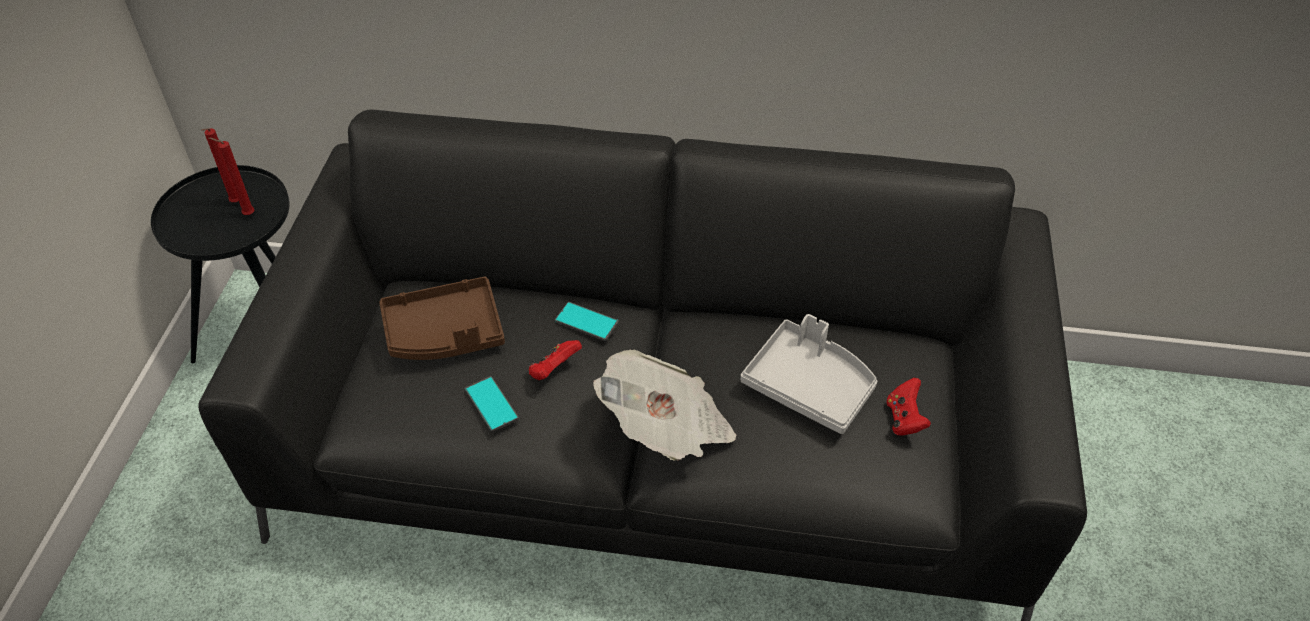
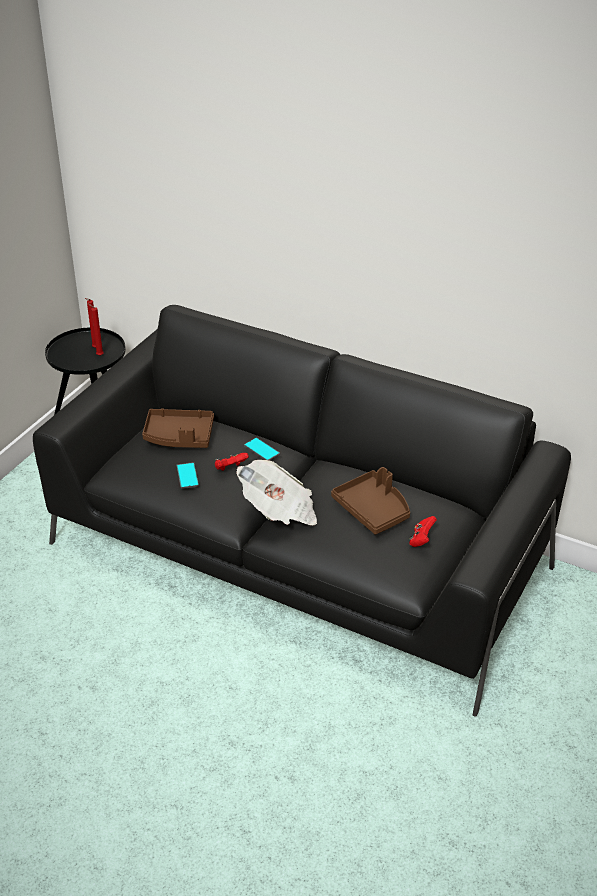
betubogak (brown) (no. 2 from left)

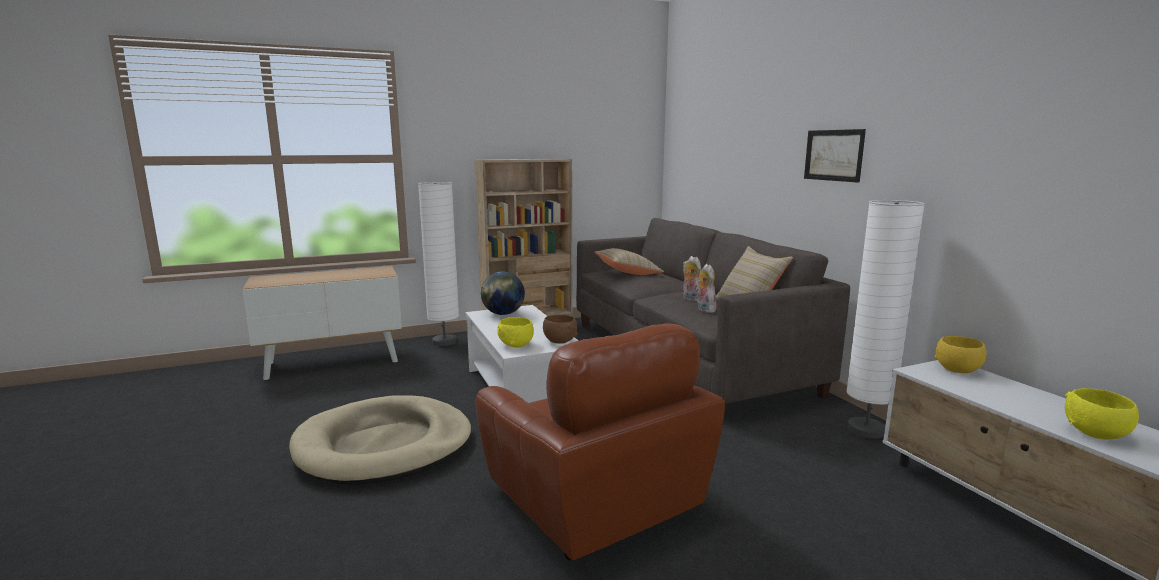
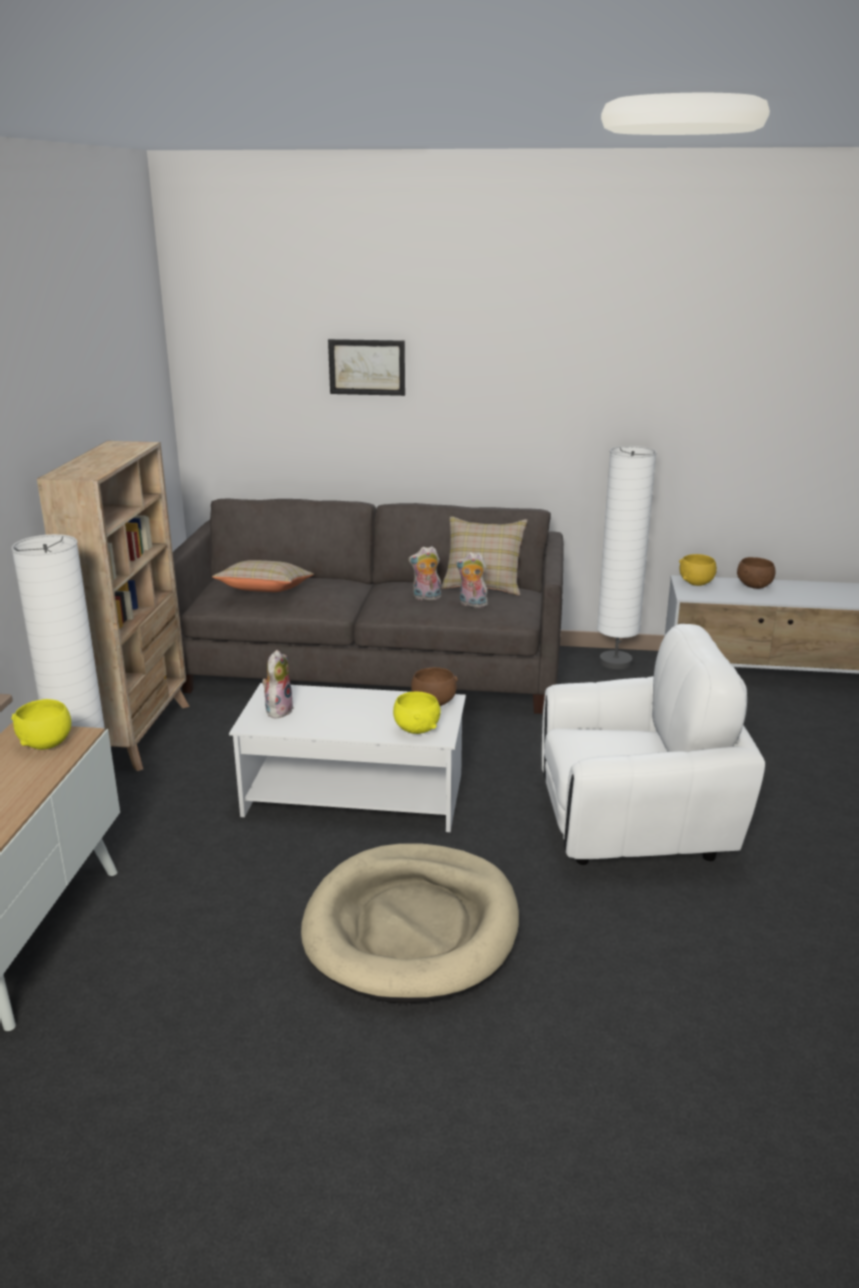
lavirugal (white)
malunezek (no. 1 from left)
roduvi
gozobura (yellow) (no. 1 from left)
gozobura (brown) (no. 2 from left)

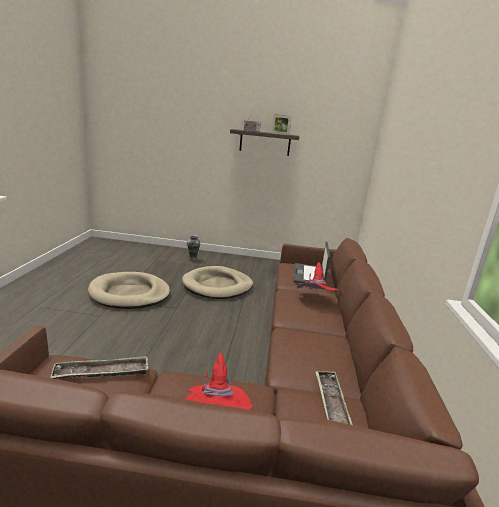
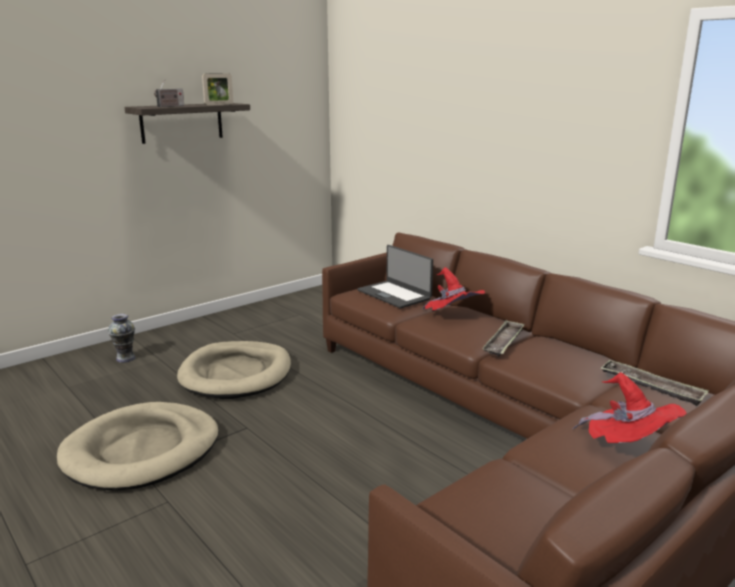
betubogak (no. 1 from left)

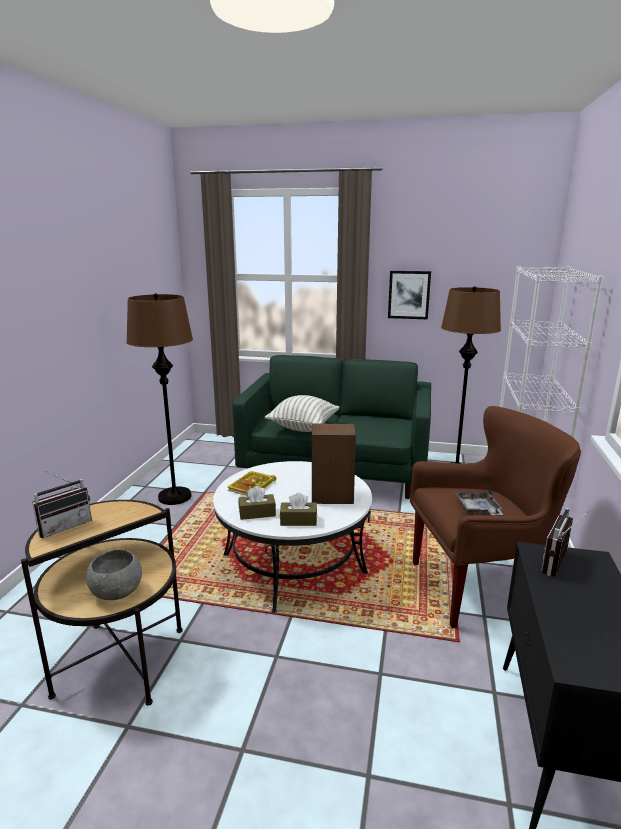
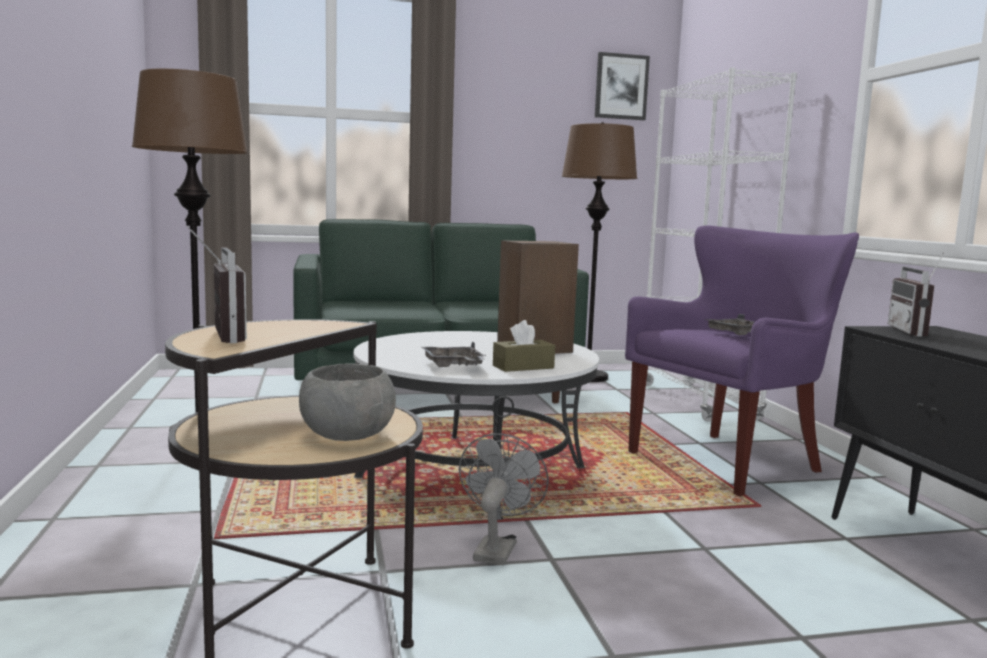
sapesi (no. 1 from left)
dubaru
betubogak (grey) (no. 1 from left)
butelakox
roduvi
lavirugal (purple)
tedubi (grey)

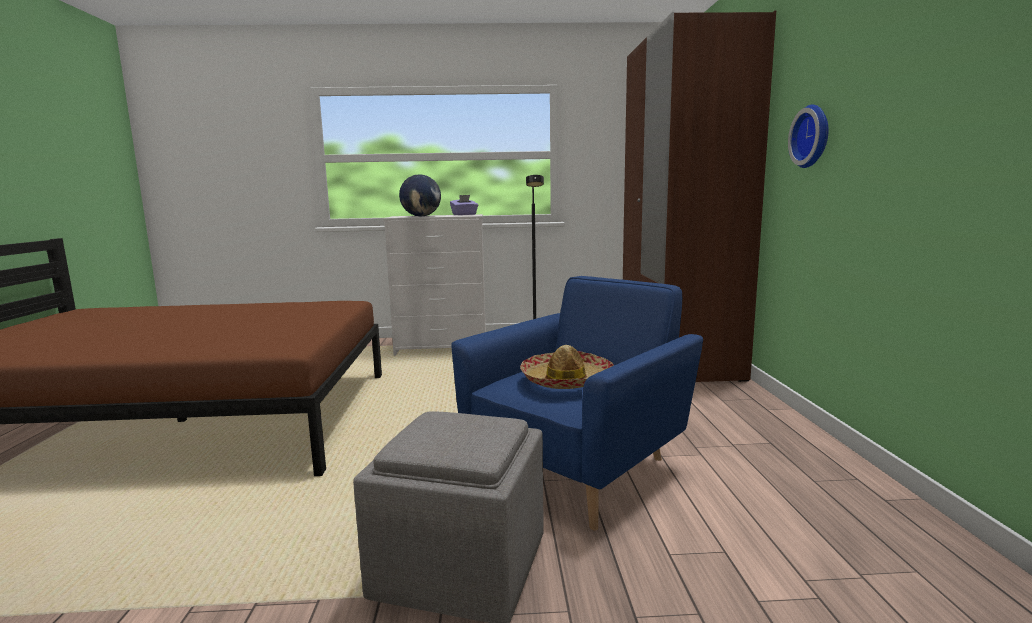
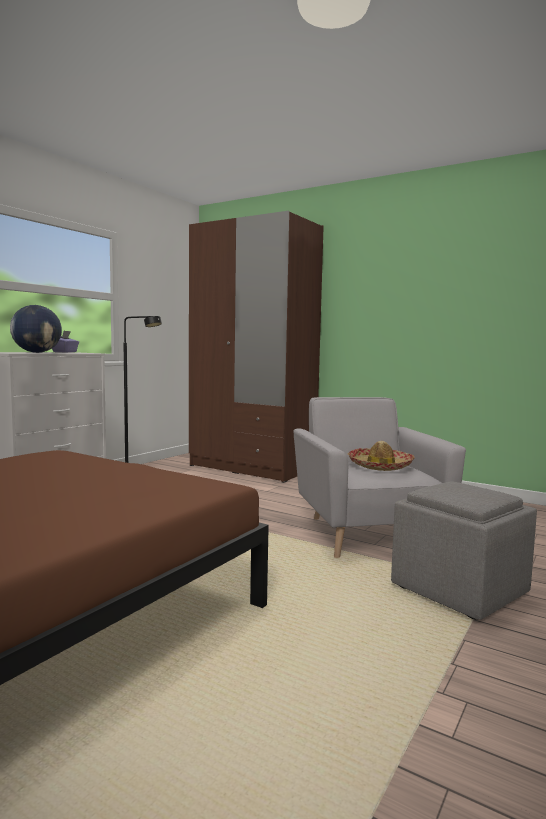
lavirugal (grey)
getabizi

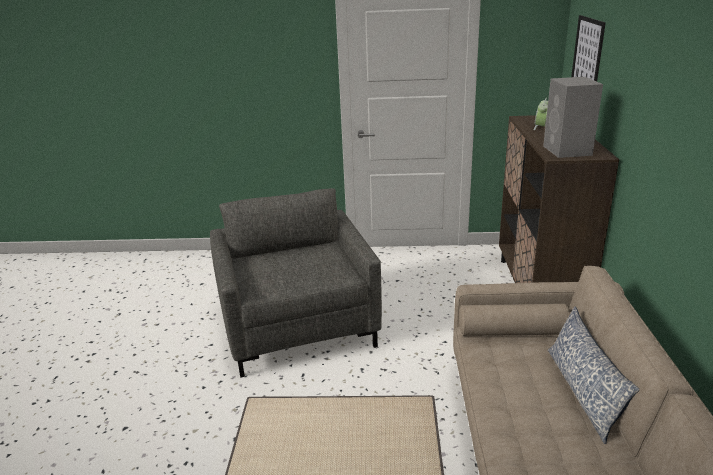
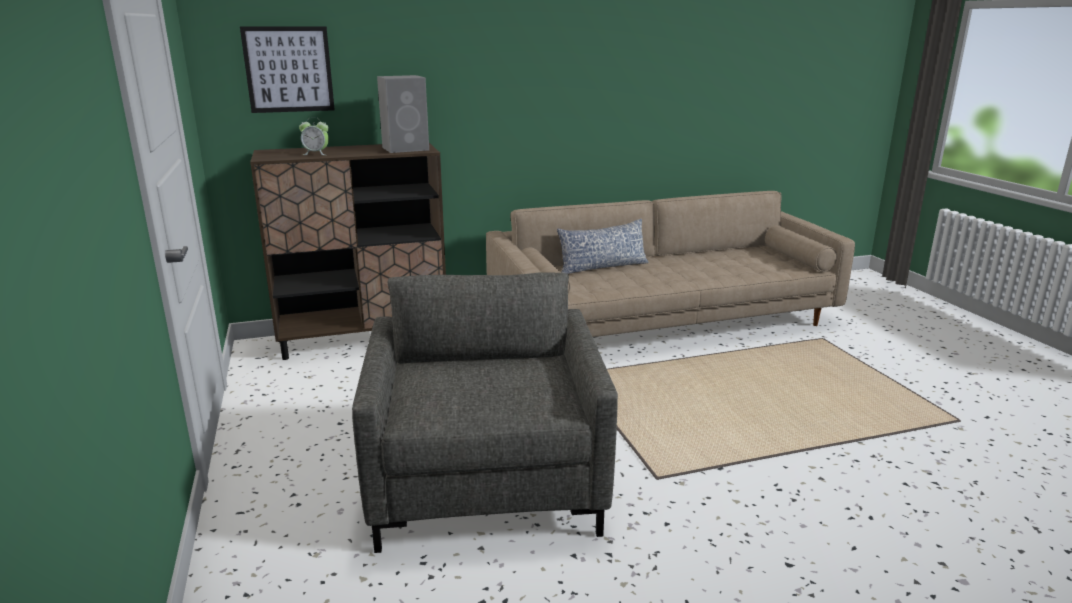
lavirugal (grey)

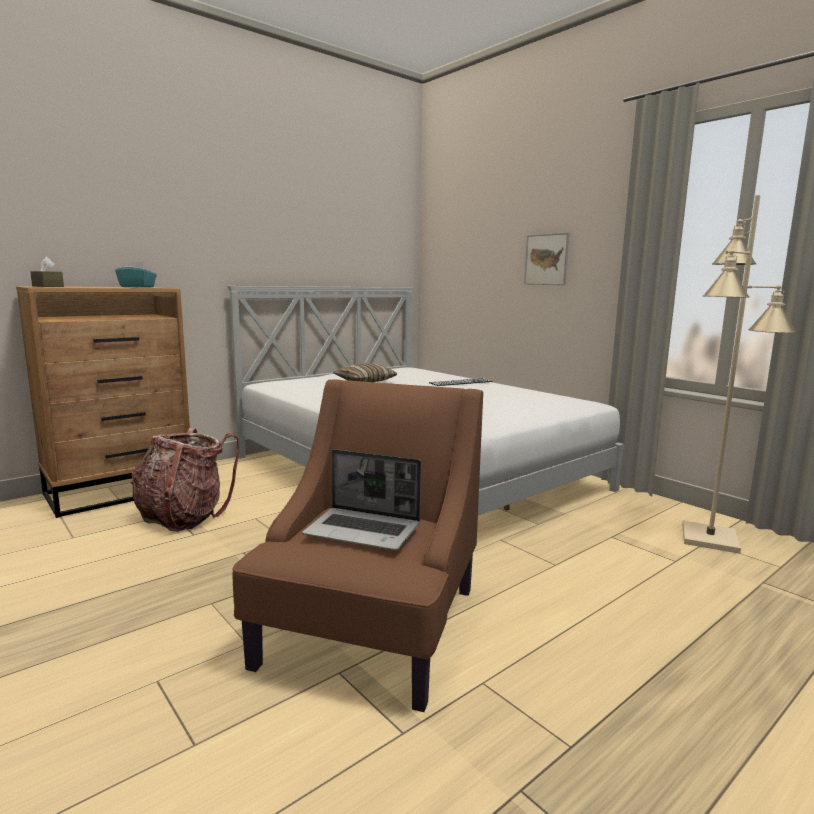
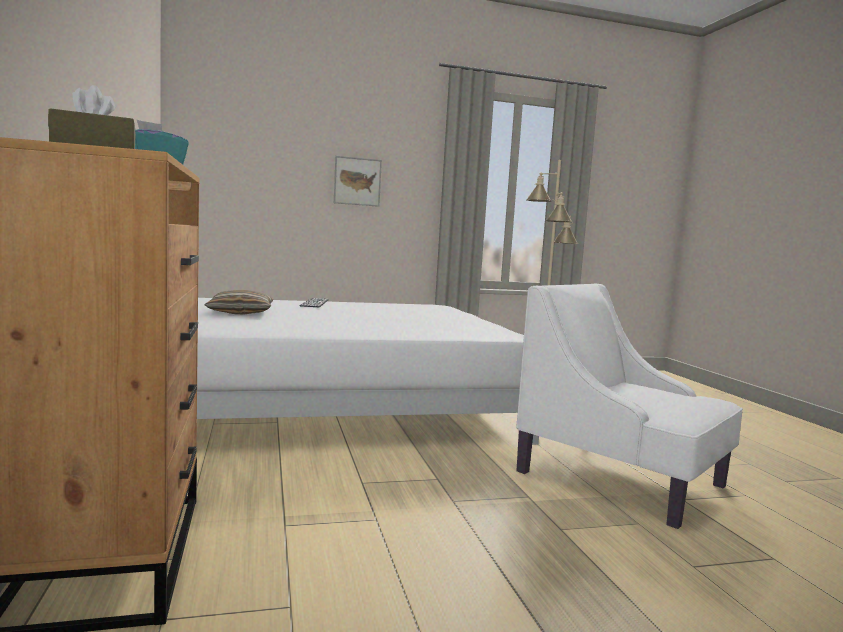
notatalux
lavirugal (white)
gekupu

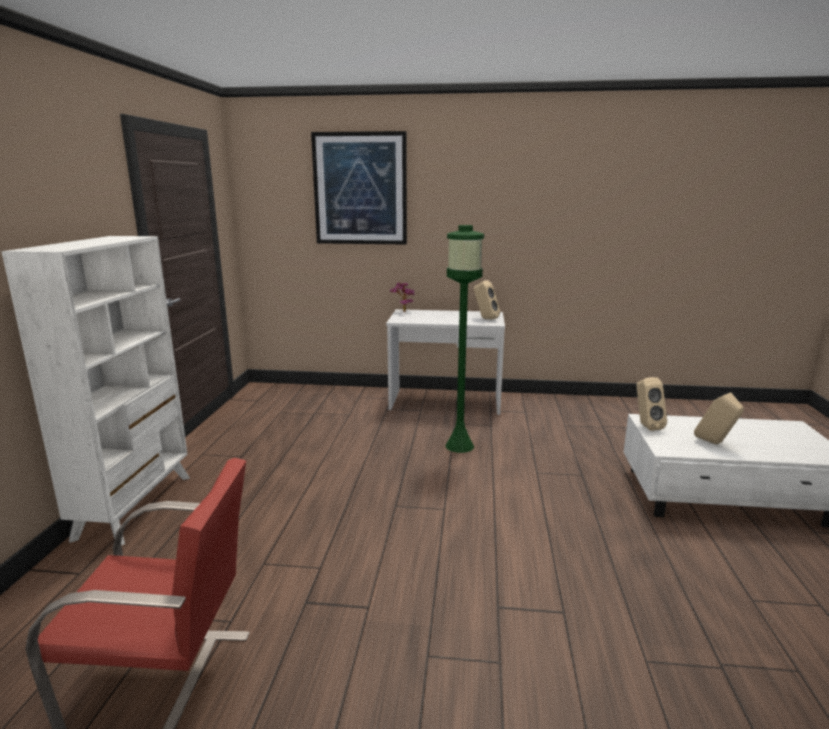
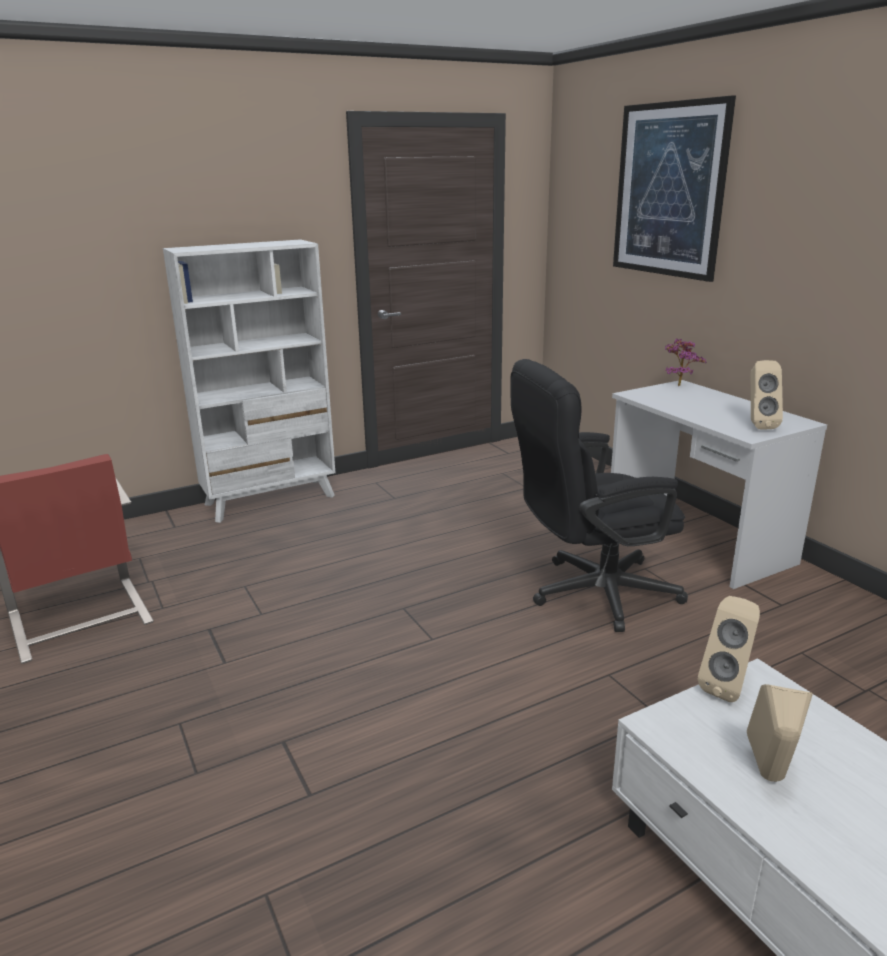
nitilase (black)

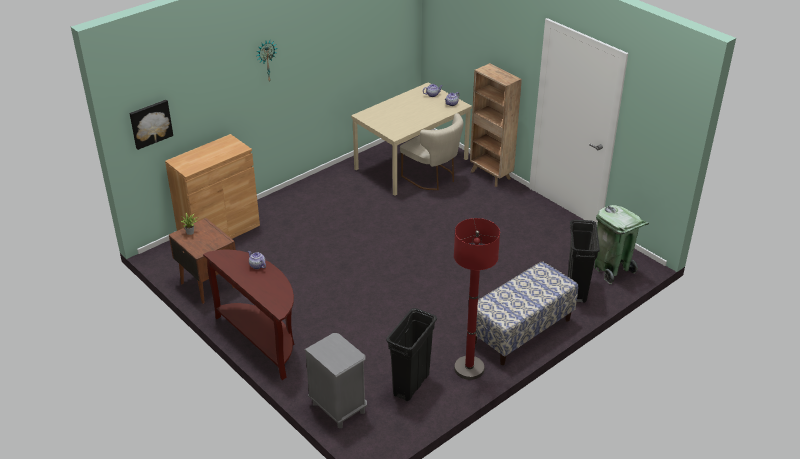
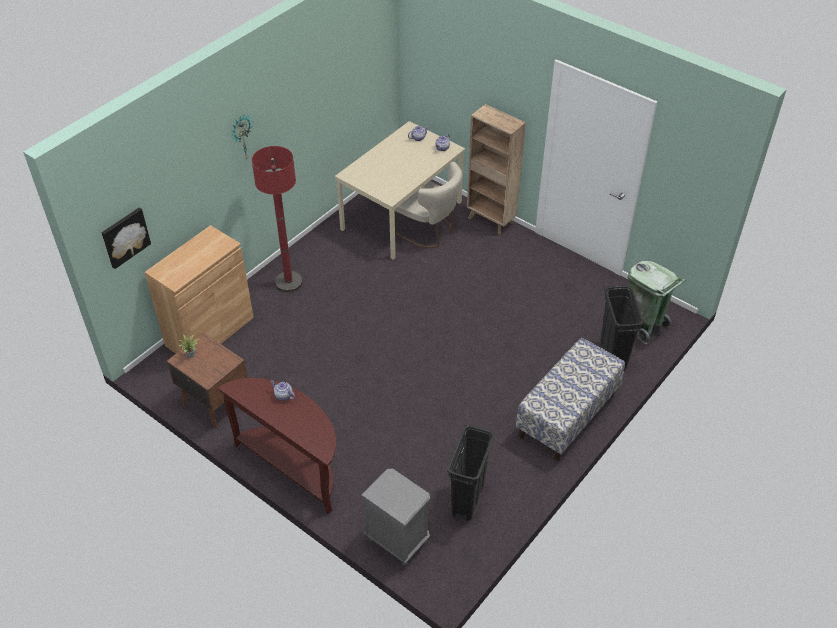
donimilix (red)

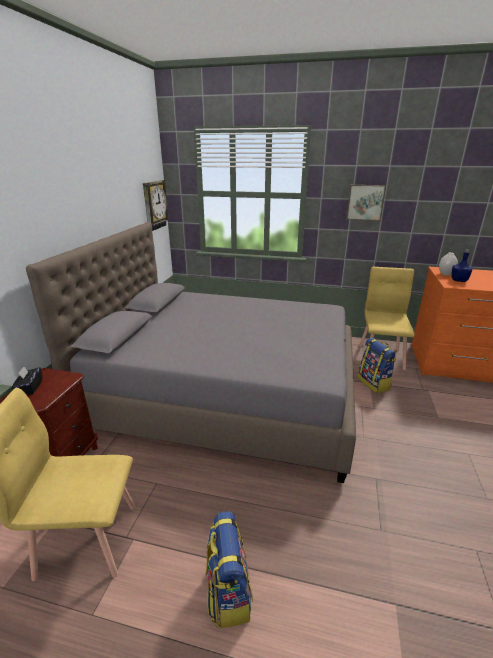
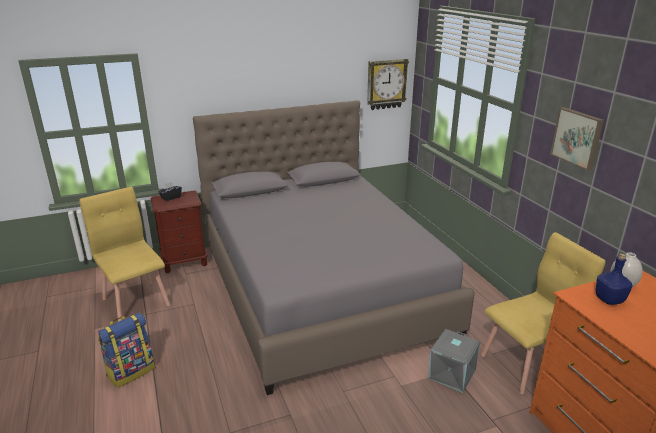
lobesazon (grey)

